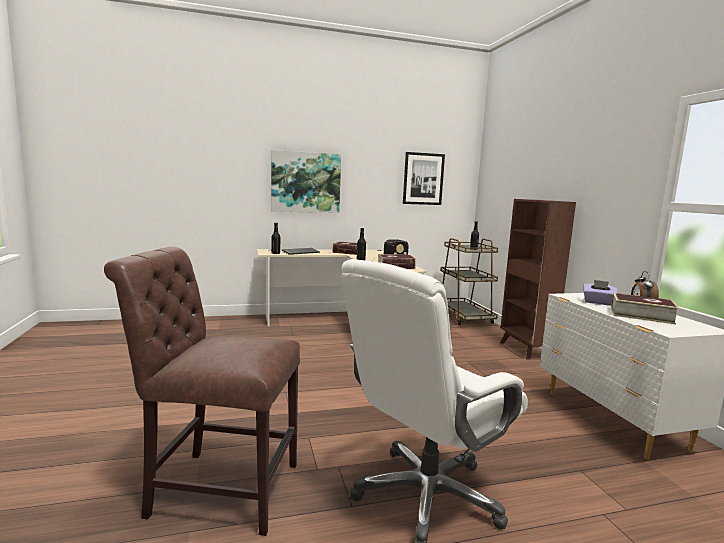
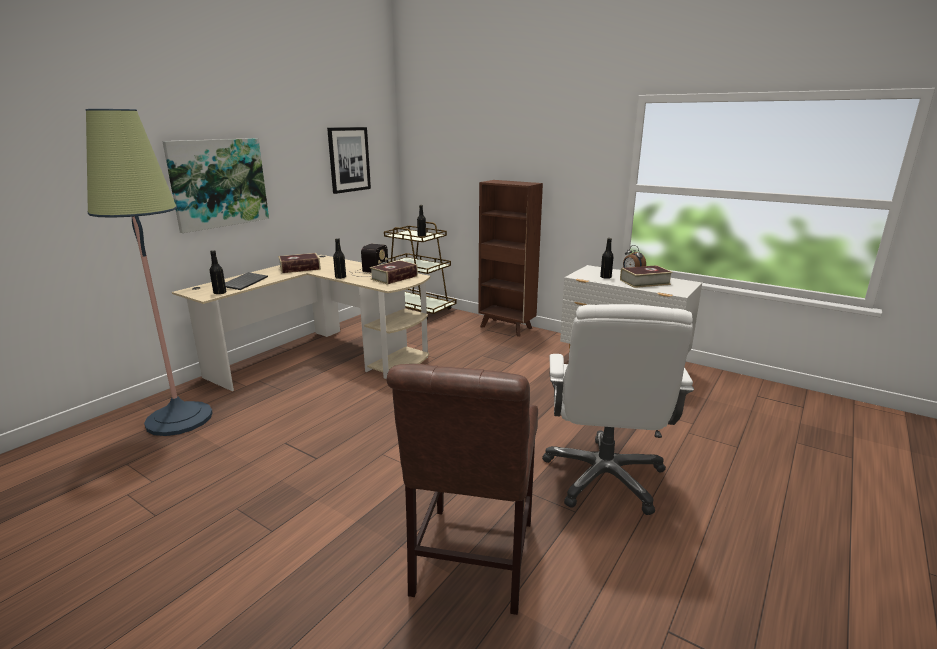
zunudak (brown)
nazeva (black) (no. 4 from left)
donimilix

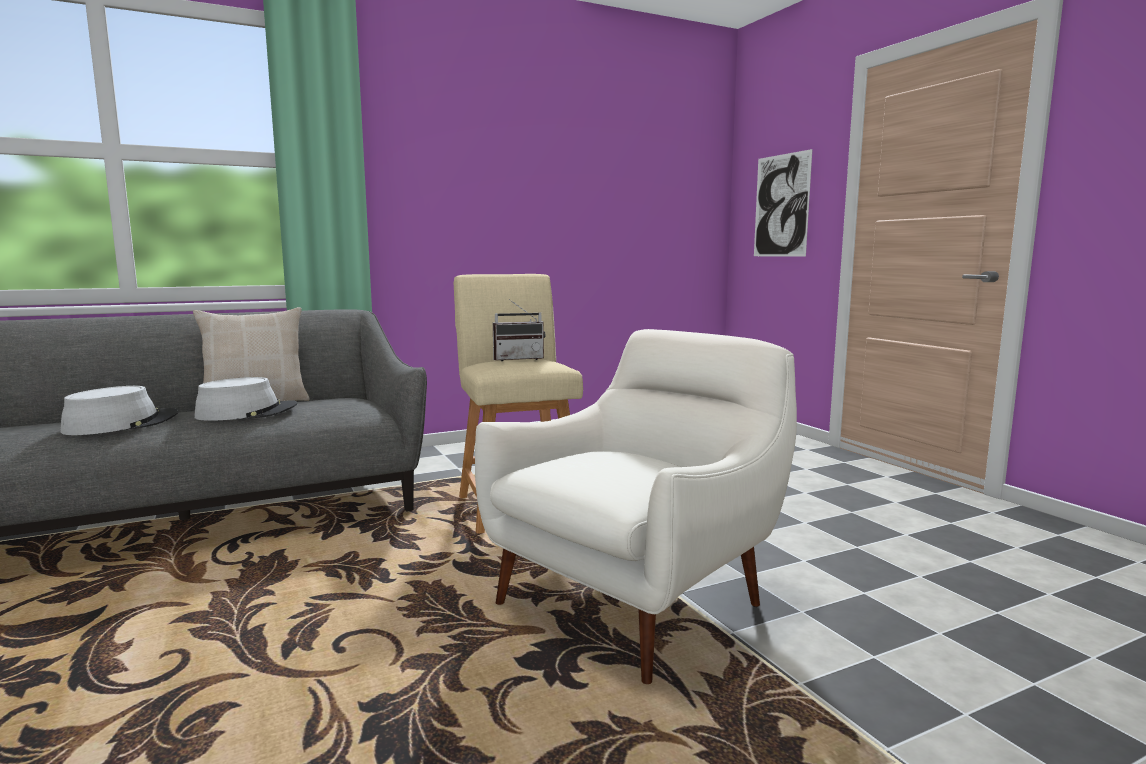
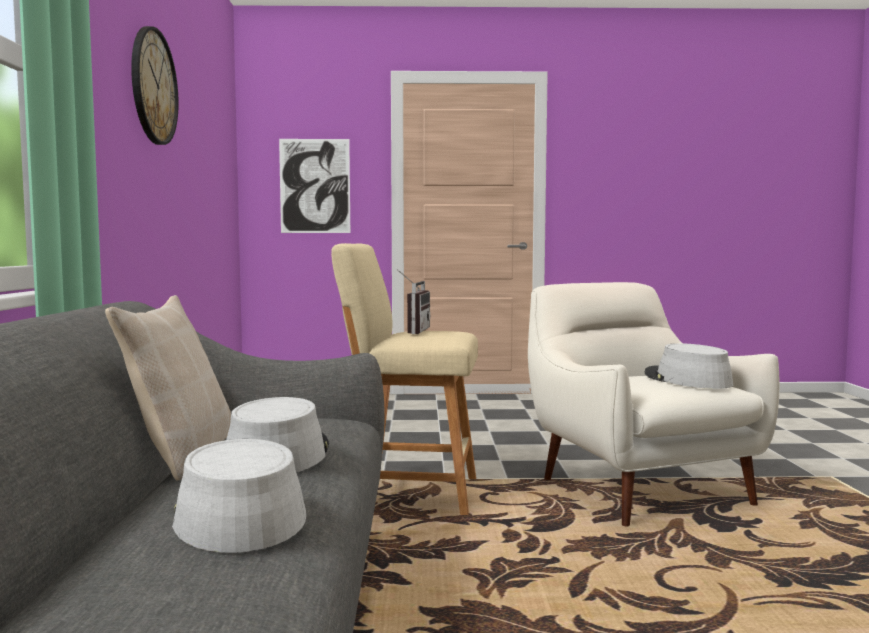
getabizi
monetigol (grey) (no. 3 from left)

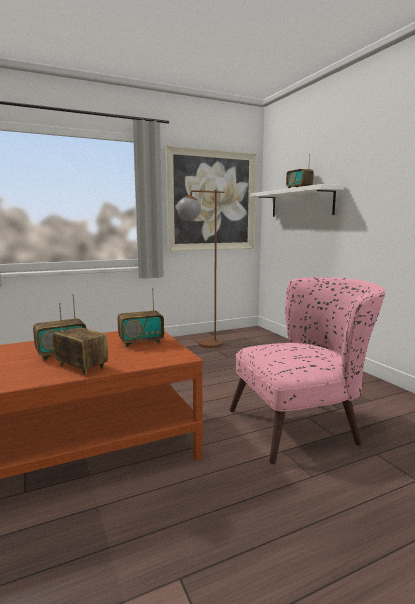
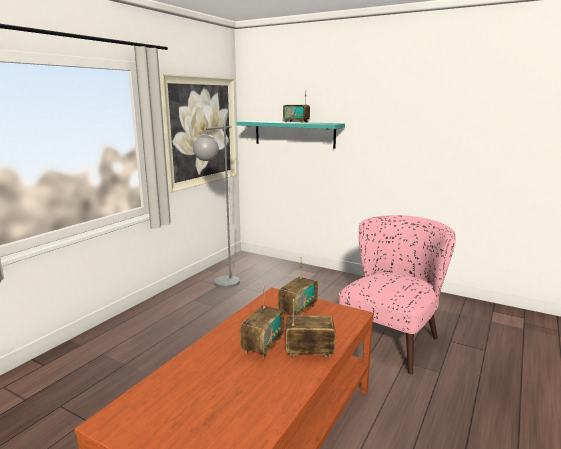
donimilix (grey)
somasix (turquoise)

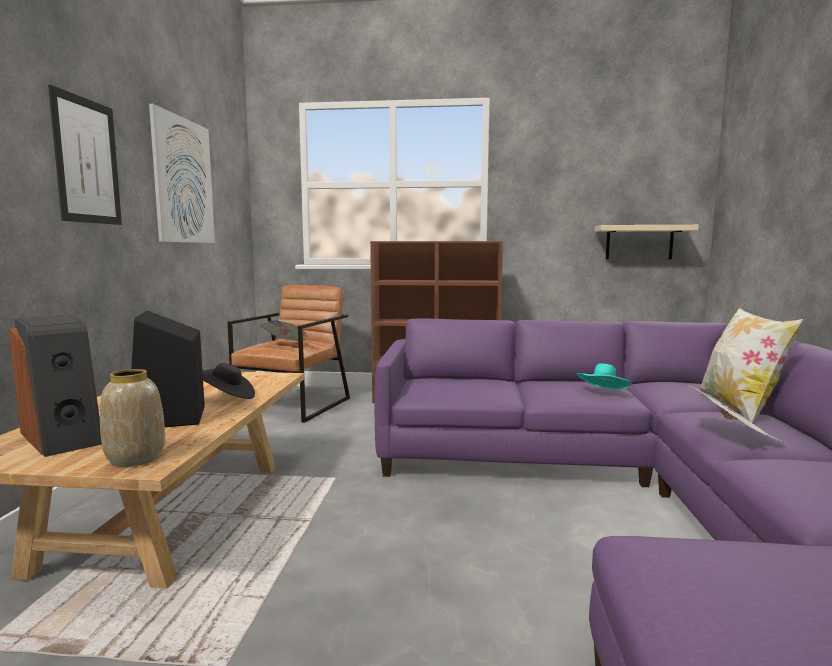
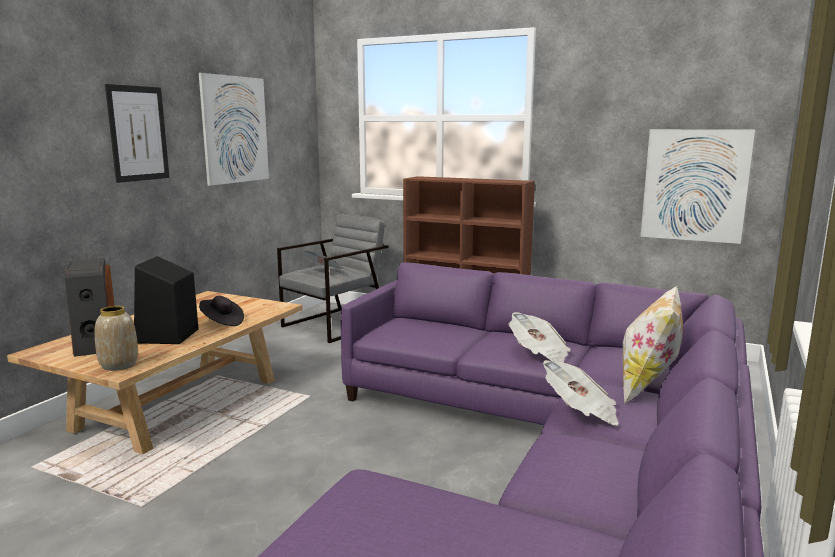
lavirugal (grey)
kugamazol (no. 2 from left)
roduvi (no. 3 from left)

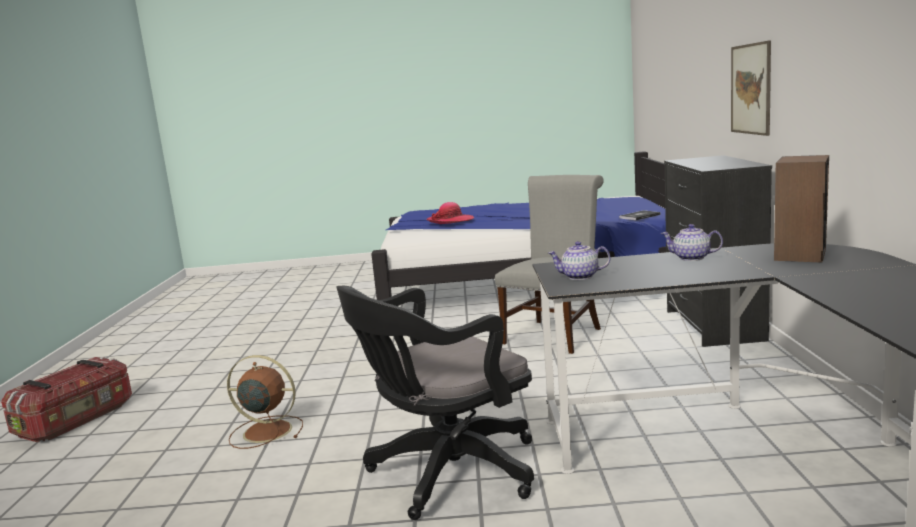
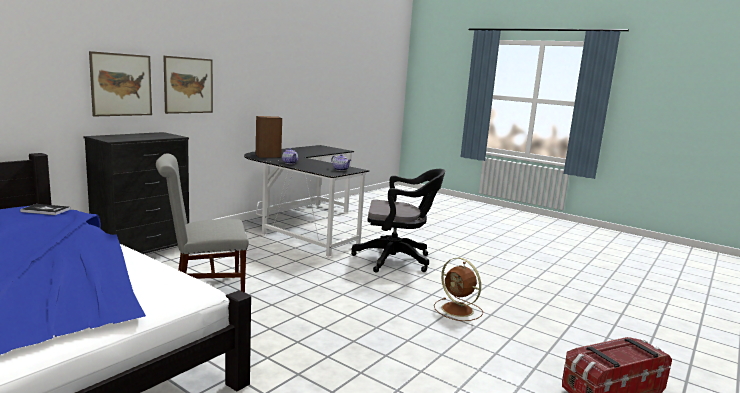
monetigol
roduvi (no. 2 from left)

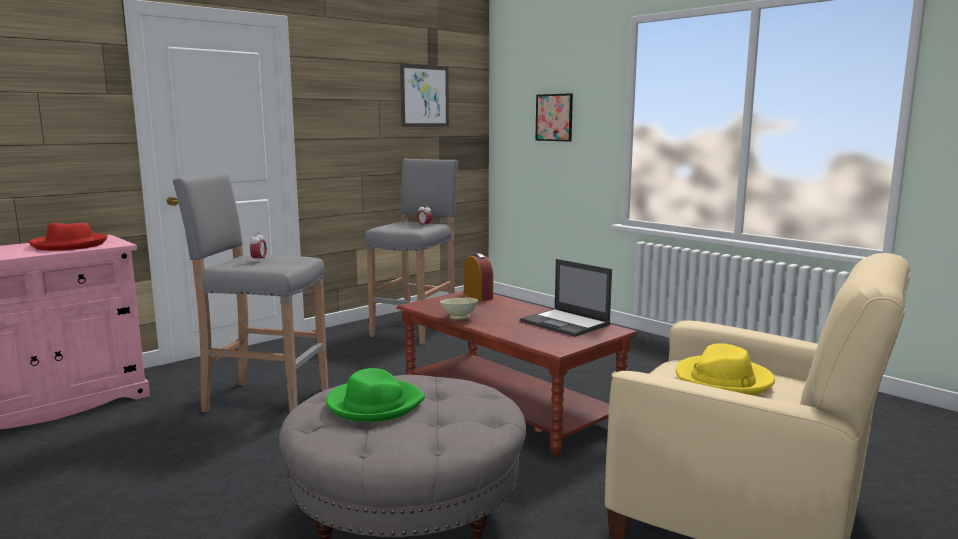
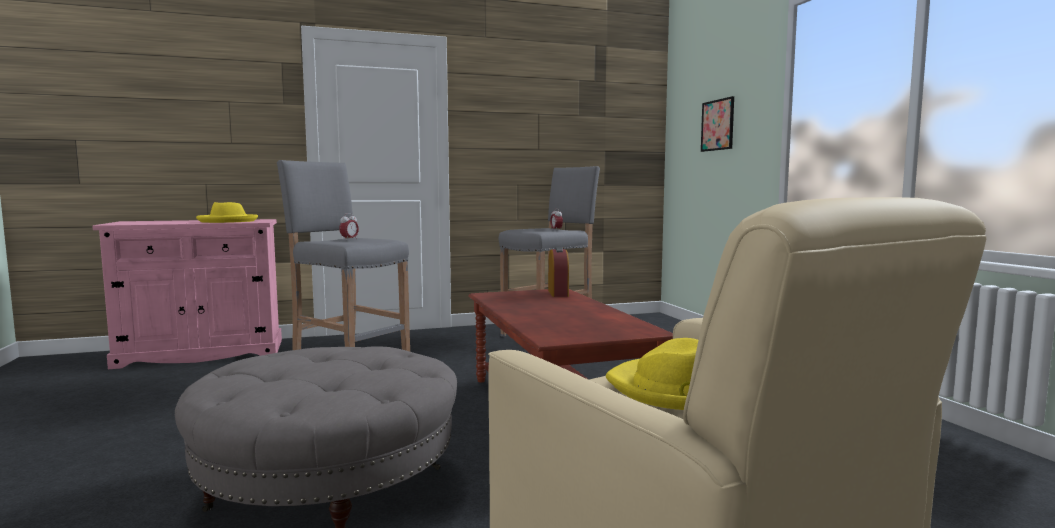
monetigol (yellow) (no. 1 from left)
monetigol (green)
roduvi (no. 1 from left in the first image)
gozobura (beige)
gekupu

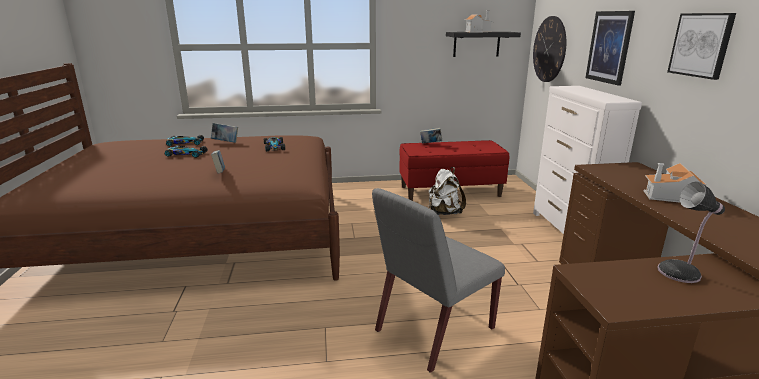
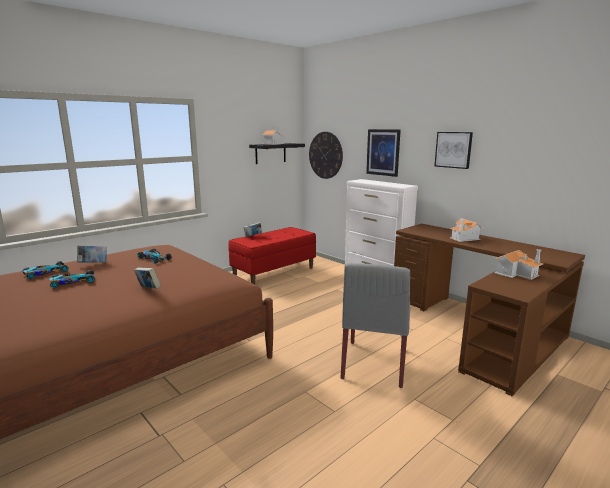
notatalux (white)
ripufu (no. 3 from left)

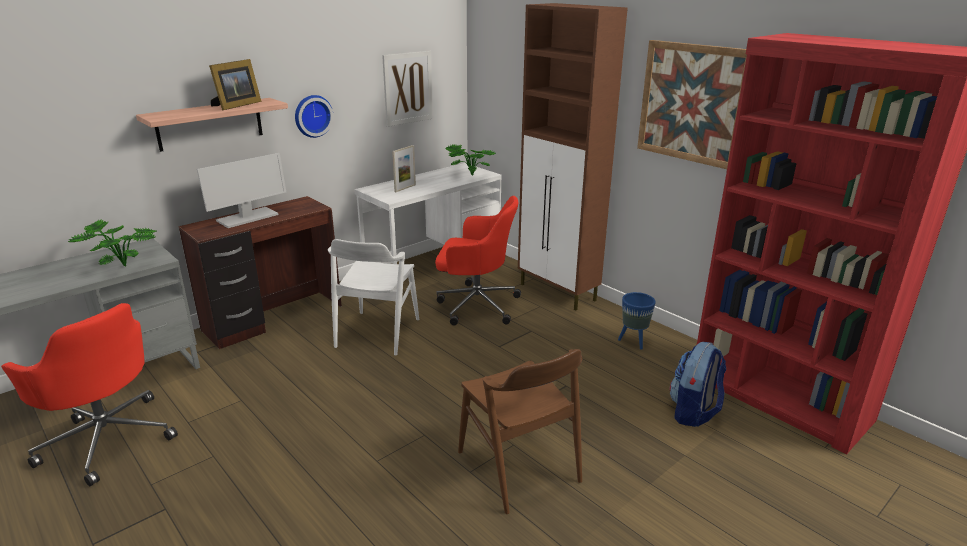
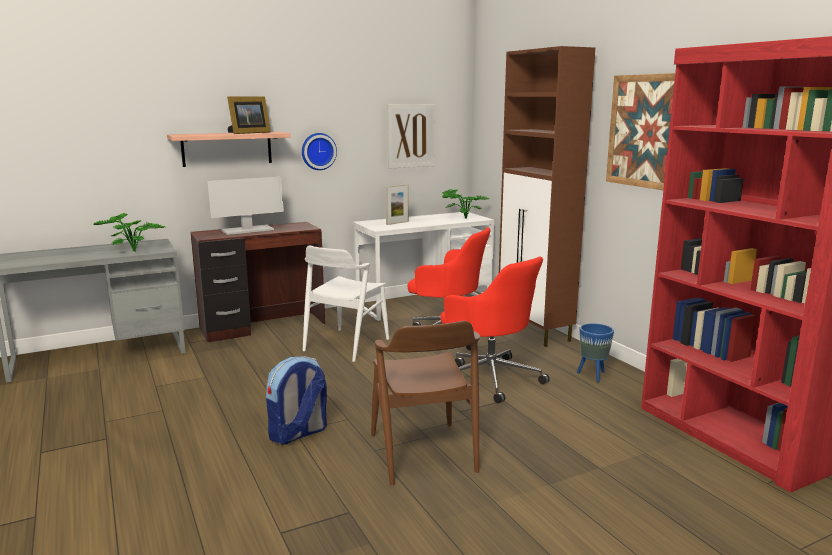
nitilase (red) (no. 2 from left)
notatalux

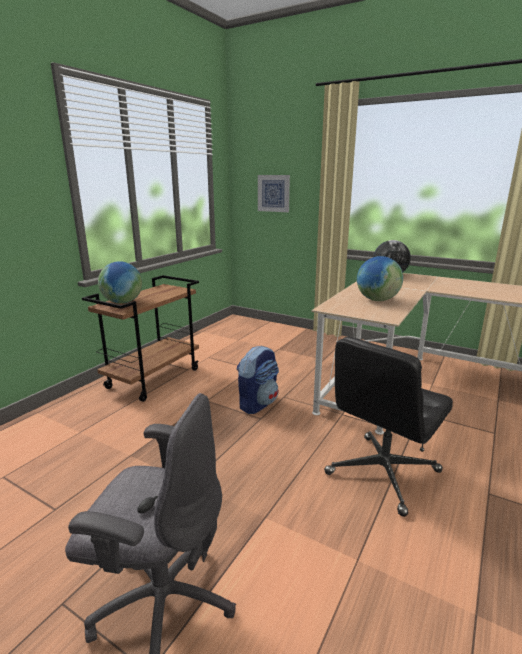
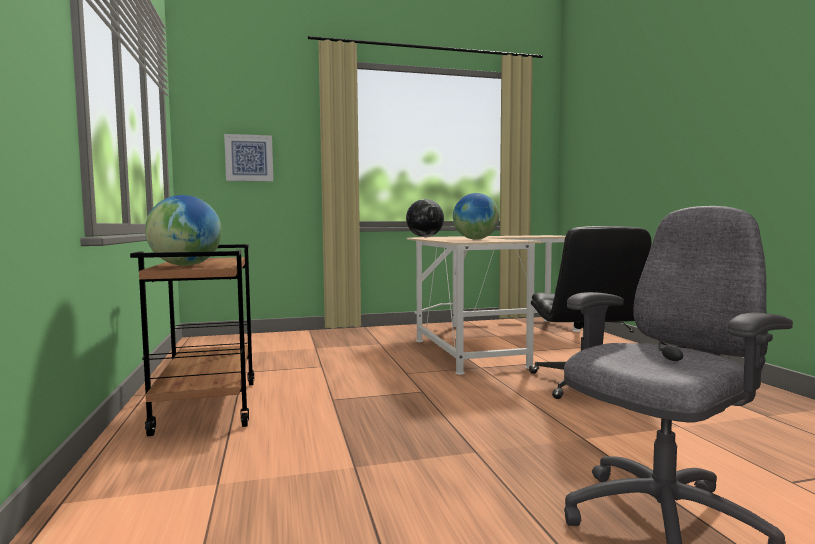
notatalux

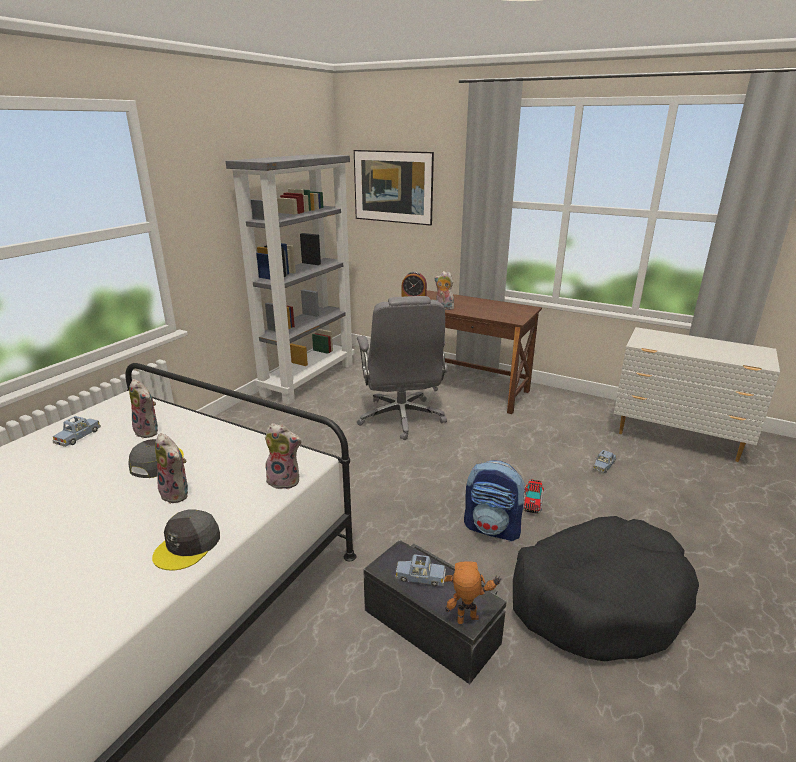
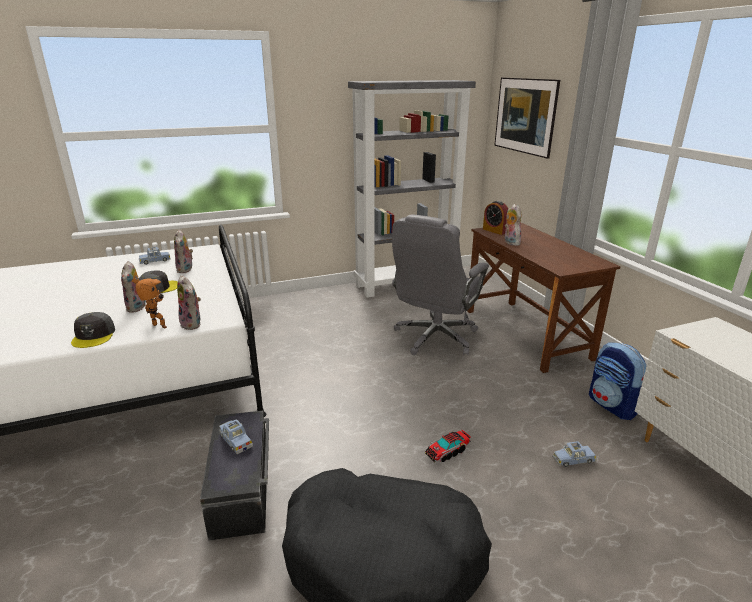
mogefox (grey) (no. 1 from left)
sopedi
notatalux

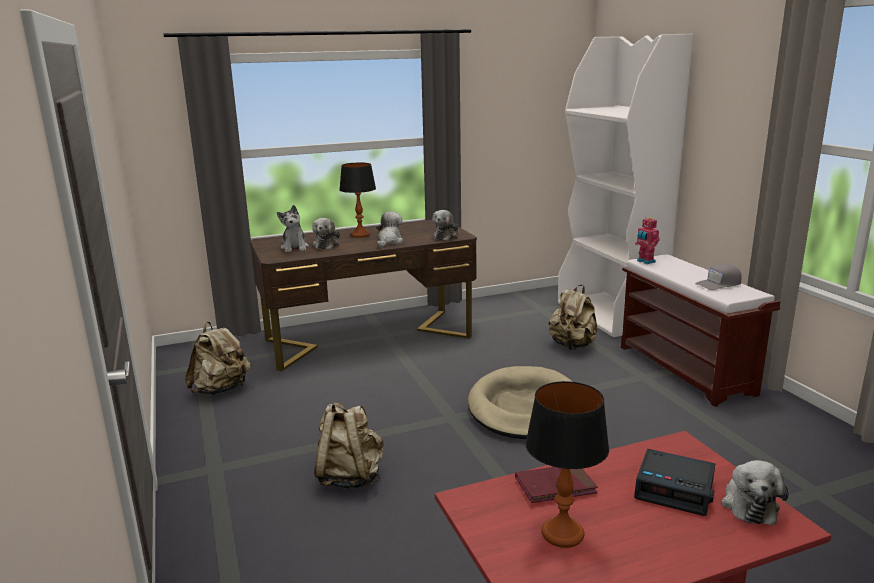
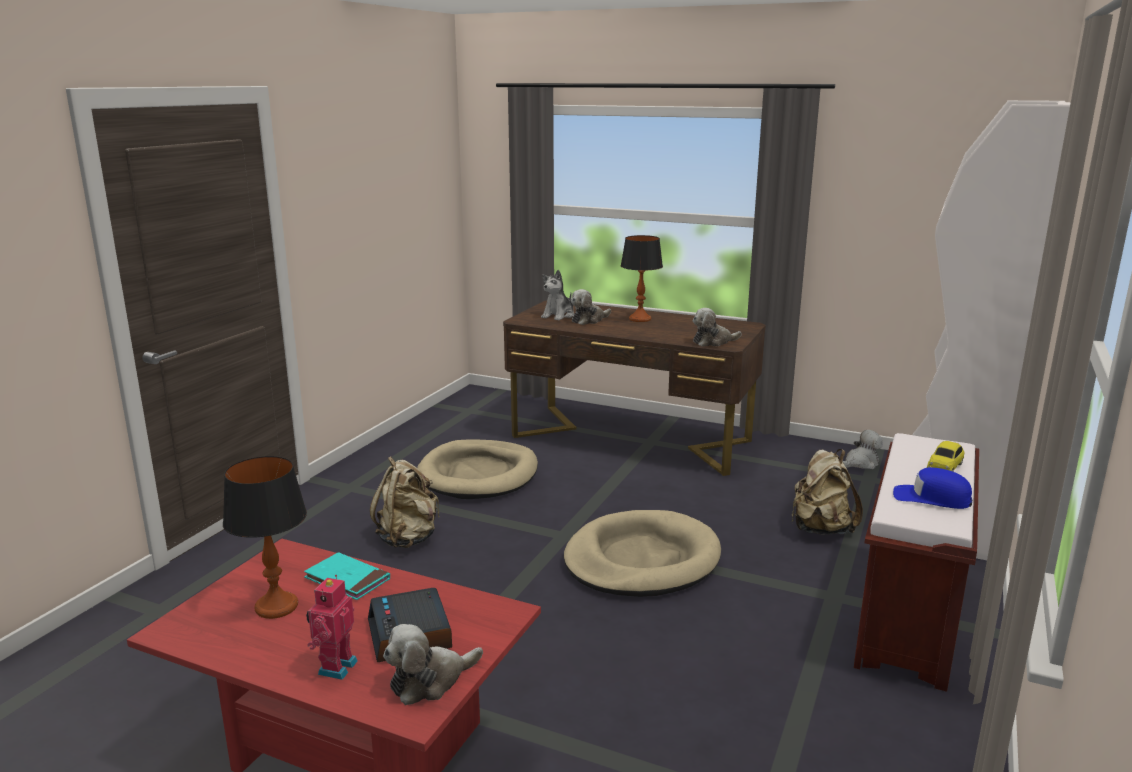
notatalux (beige) (no. 1 from left in the first image)
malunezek (no. 5 from left)
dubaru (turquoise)
sopedi
mogefox (blue)
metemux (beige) (no. 1 from left)
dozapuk

